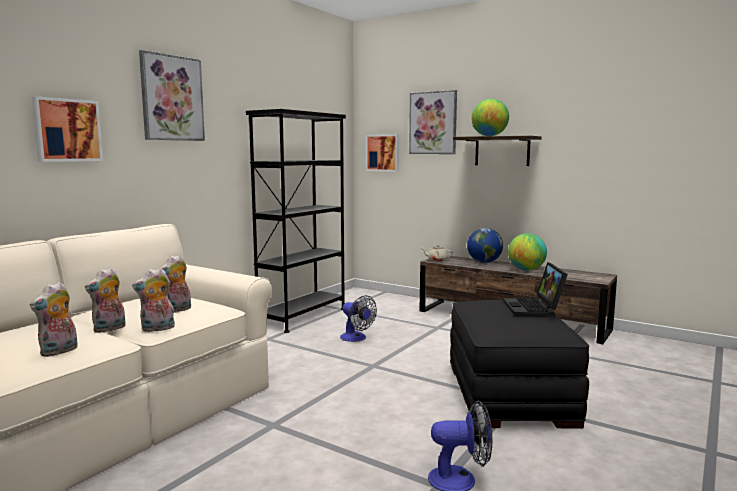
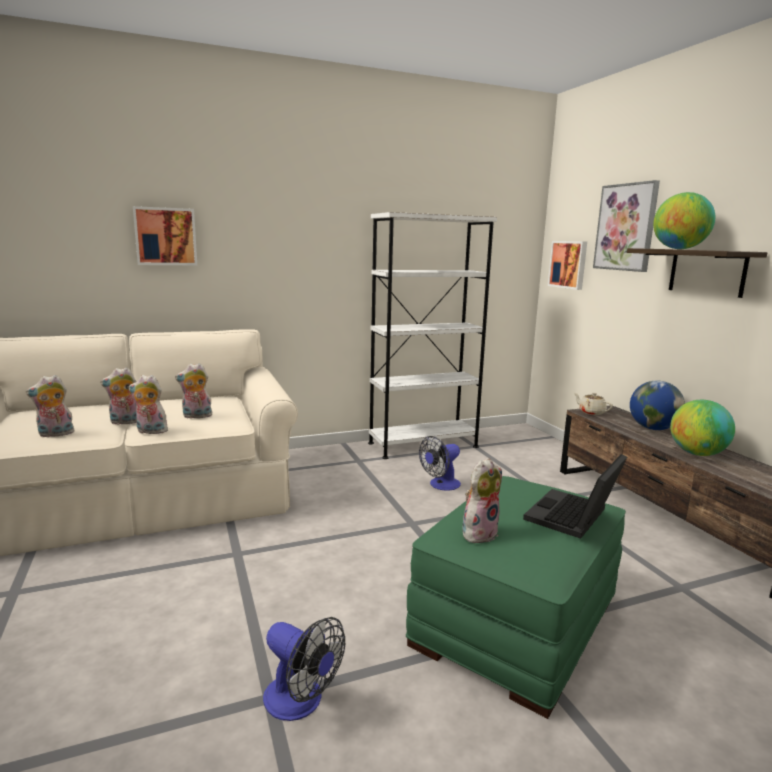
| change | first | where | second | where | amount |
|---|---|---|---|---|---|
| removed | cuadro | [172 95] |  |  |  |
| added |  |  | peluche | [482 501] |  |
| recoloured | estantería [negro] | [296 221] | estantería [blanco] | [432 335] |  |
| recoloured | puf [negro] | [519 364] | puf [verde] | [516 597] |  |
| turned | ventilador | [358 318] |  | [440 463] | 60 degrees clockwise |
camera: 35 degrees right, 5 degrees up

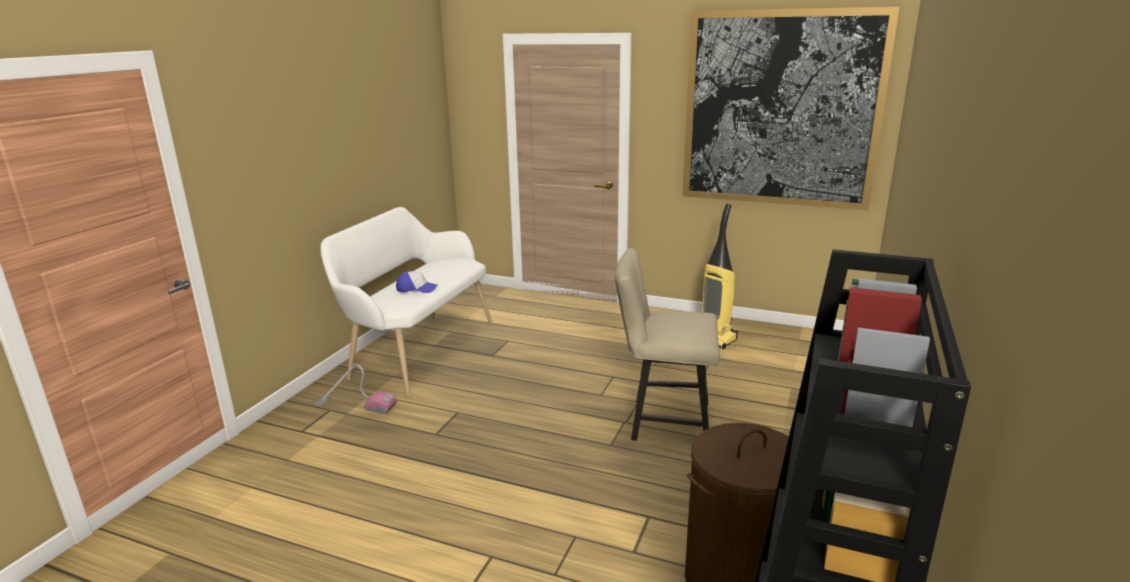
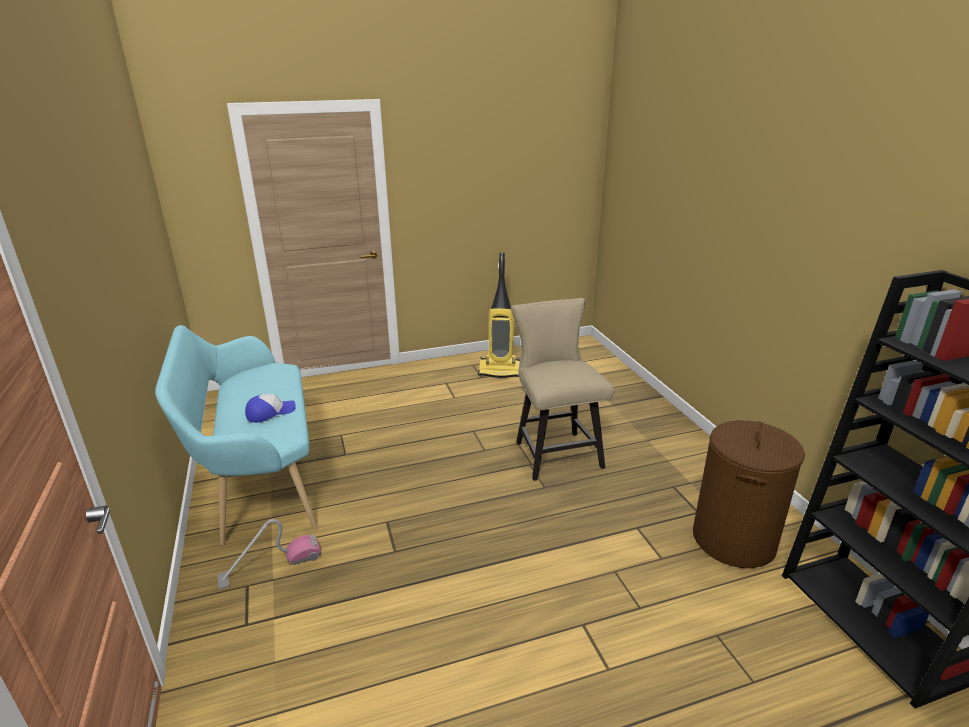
| change | first | where | second | where | amount |
|---|---|---|---|---|---|
| removed | cuadro | [790 108] |  |  |  |
| recoloured | banco [blanco] | [406 301] | banco [turquesa] | [236 435] |  |
| turned | silla [beis] | [667 344] |  | [562 389] | 105 degrees clockwise |
camera: 40 degrees left, 5 degrees up

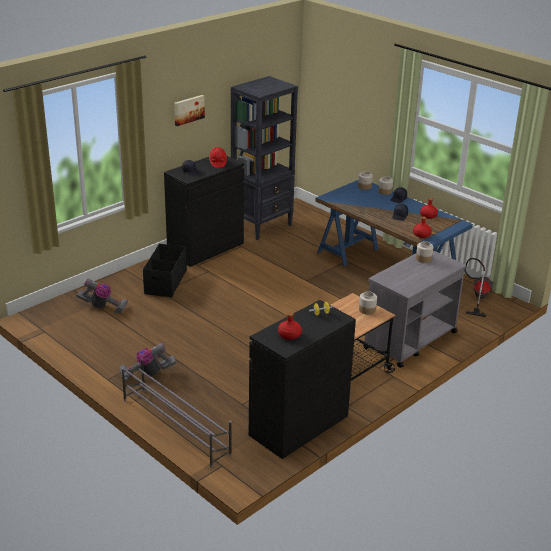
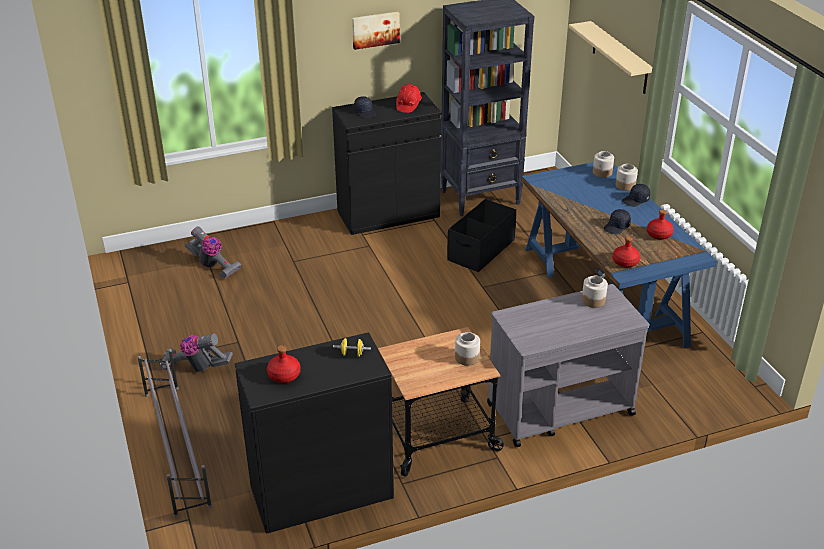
| change | first | where | second | where | amount |
|---|---|---|---|---|---|
| removed | aspiradora | [479 287] |  |  |  |
| added |  |  | estante [beis] | [610 57] |  |
| moved | caja de almacenaje [negro] | [165 270] |  | [481 235] |  |
camera: 25 degrees right, 5 degrees up

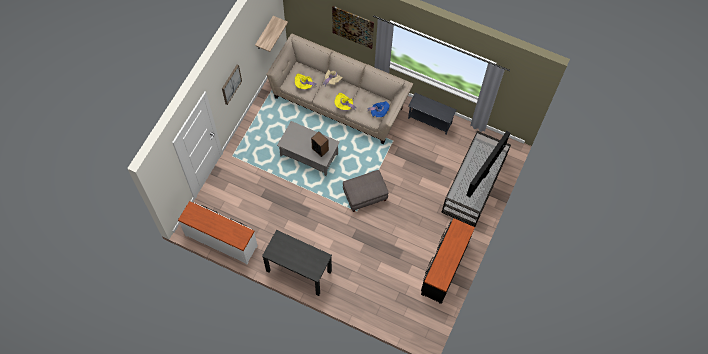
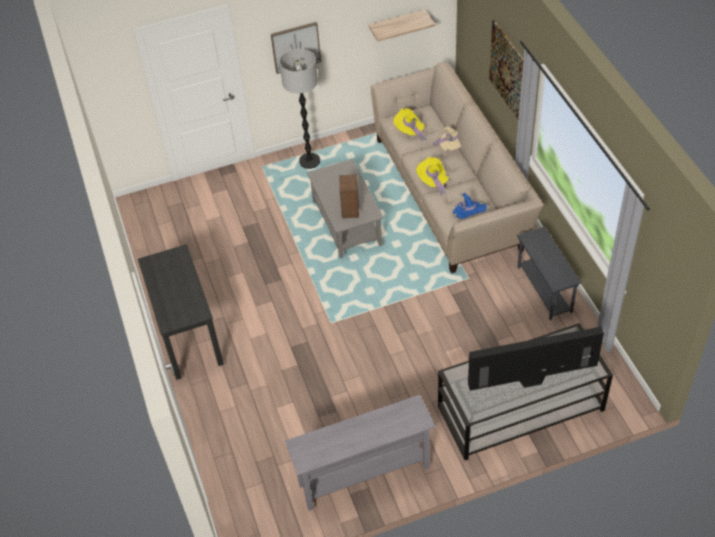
| change | first | where | second | where | amount |
|---|---|---|---|---|---|
| removed | cómoda [blanco] | [218 232] |  |  |  |
| removed | puf [gris] | [366 191] |  |  |  |
| added |  |  | lámpara de pie | [299 109] |  |
| replaced | cómoda [negro] | [448 261] | mesa consola [gris] | [360 453] |  |
camera: 50 degrees right, 15 degrees down

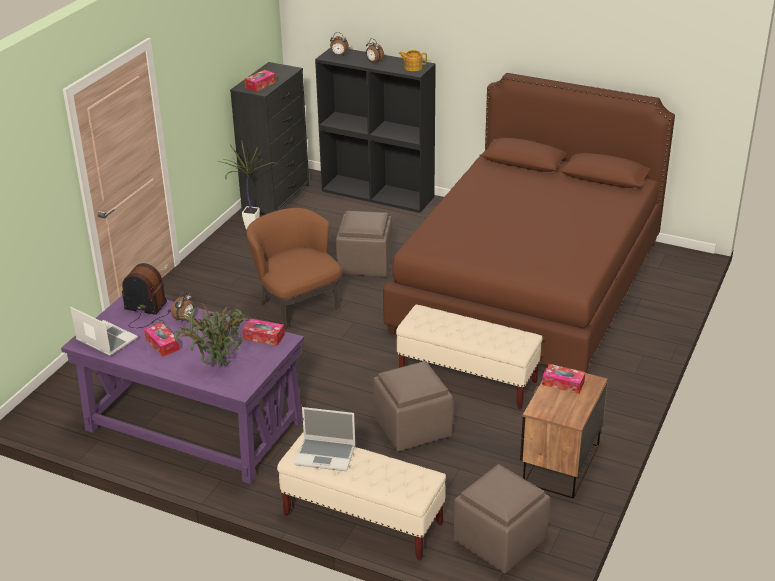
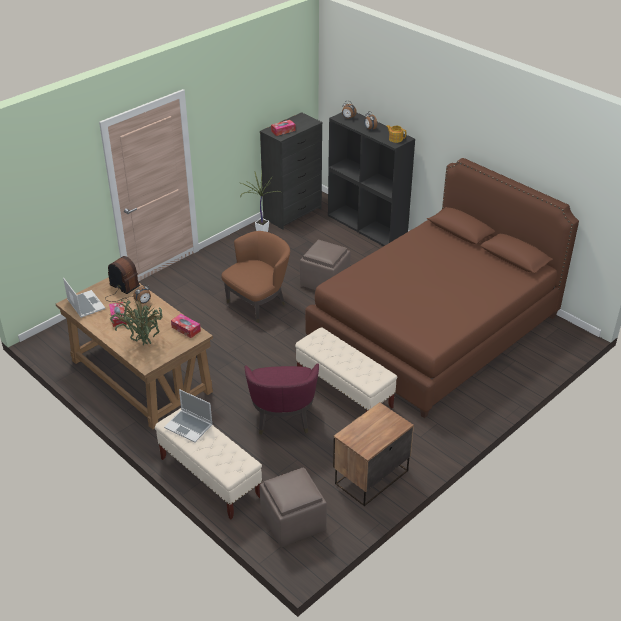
| change | first | where | second | where | amount |
|---|---|---|---|---|---|
| removed | caja de pañuelos | [563 379] |  |  |  |
| replaced | puf [marrón] | [413 406] | sillón [morado] | [282 399] |  |
| recoloured | escritorio [morado] | [182 389] | escritorio [marrón] | [134 353] |  |
| turned | sillón [marrón] | [294 269] |  | [255 277] | 60 degrees clockwise |
camera: 20 degrees right, 5 degrees up

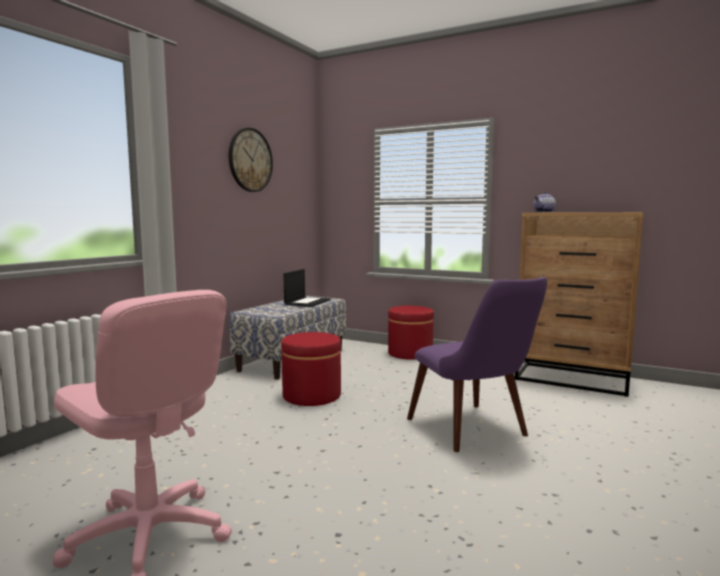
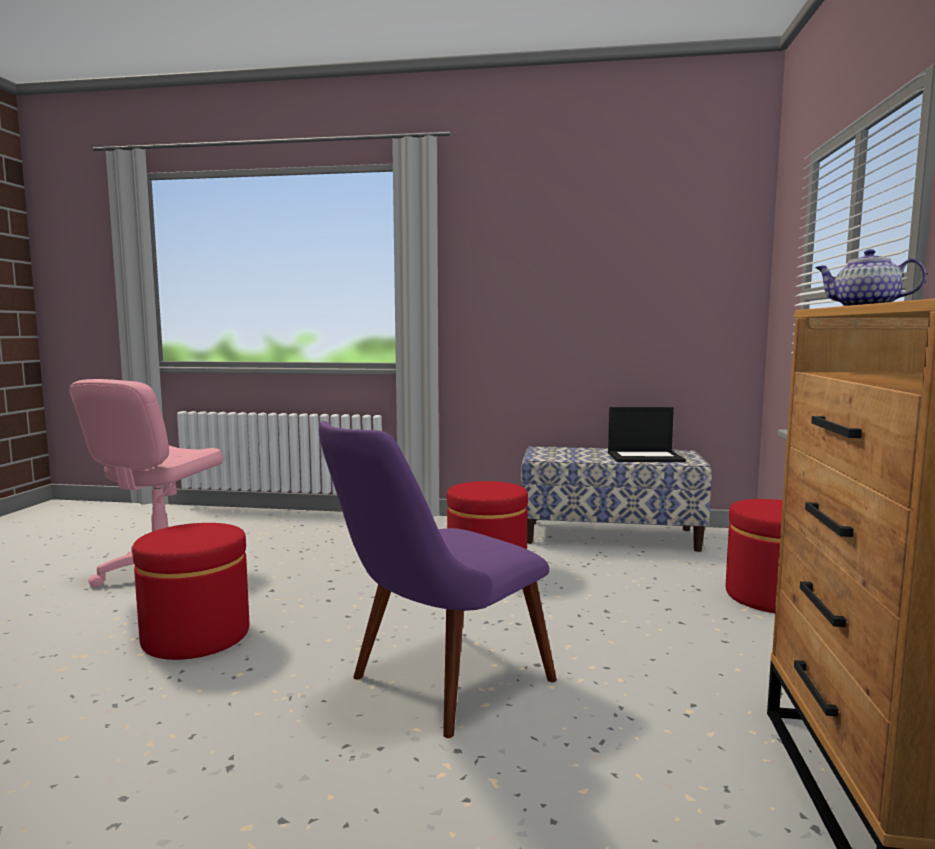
| change | first | where | second | where | amount |
|---|---|---|---|---|---|
| removed | reloj de pared | [251 160] |  |  |  |
| added |  |  | puf [rojo] | [190 591] |  |
camera: 70 degrees right, 0 degrees up

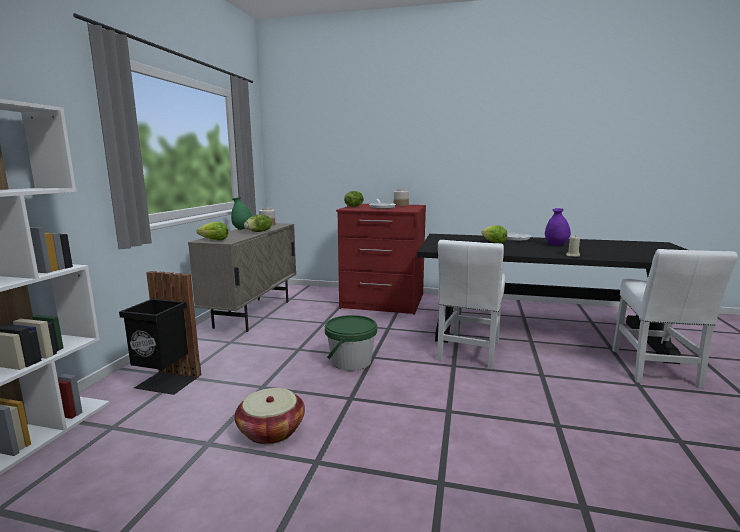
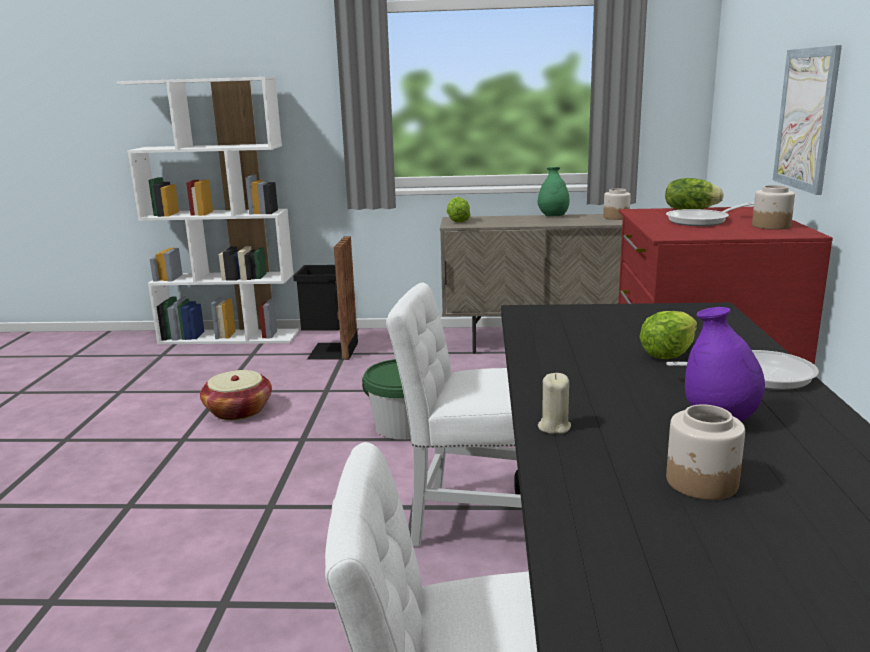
| change | first | where | second | where | amount |
|---|---|---|---|---|---|
| removed | lechuga | [258 223] |  |  |  |
| added |  |  | tarro | [705 452] |  |
| added |  |  | cuadro | [807 120] |  |
camera: 80 degrees right, 5 degrees up

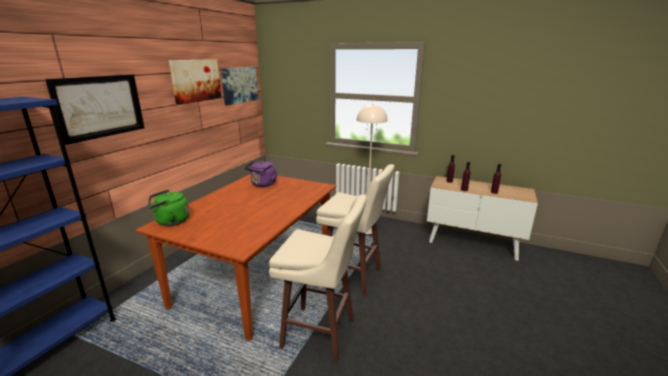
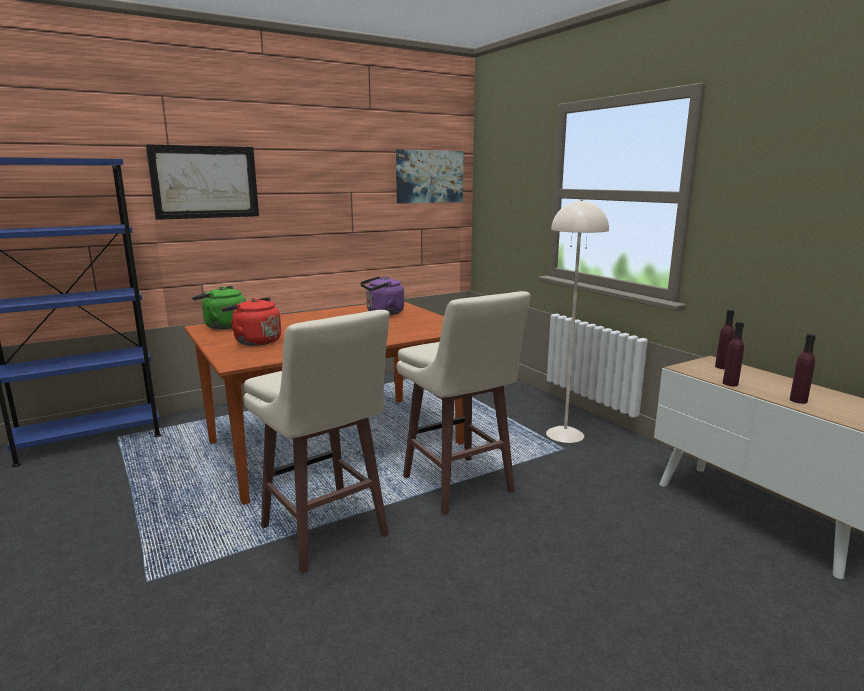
| change | first | where | second | where | amount |
|---|---|---|---|---|---|
| removed | cuadro | [195 81] |  |  |  |
| added |  |  | hervidor [rojo] | [251 321] |  |
camera: 35 degrees right, 5 degrees down

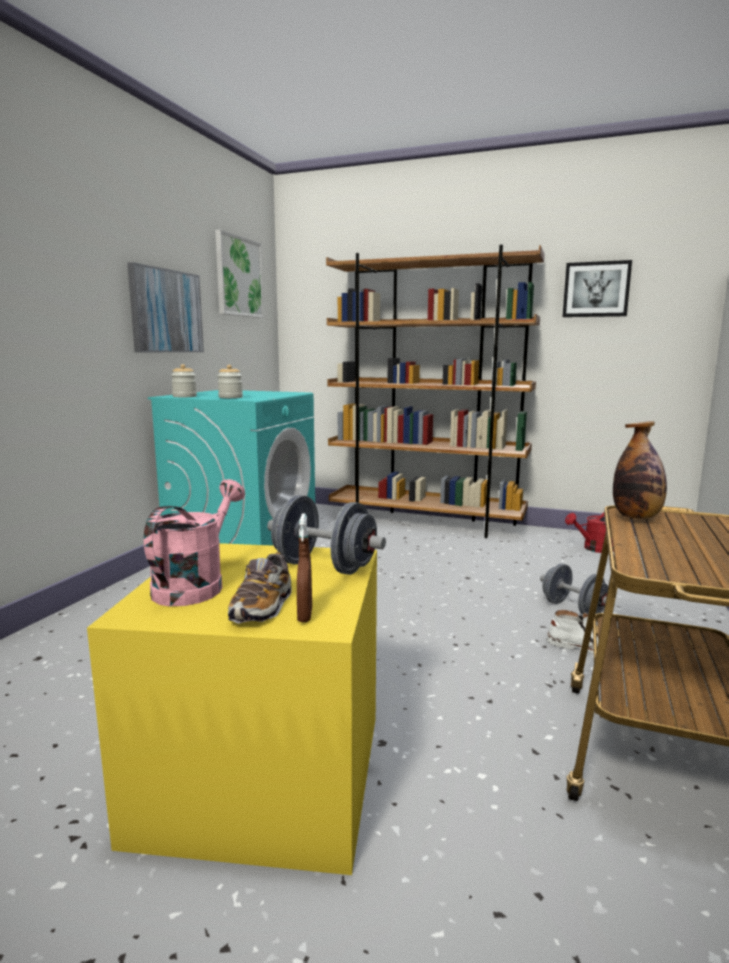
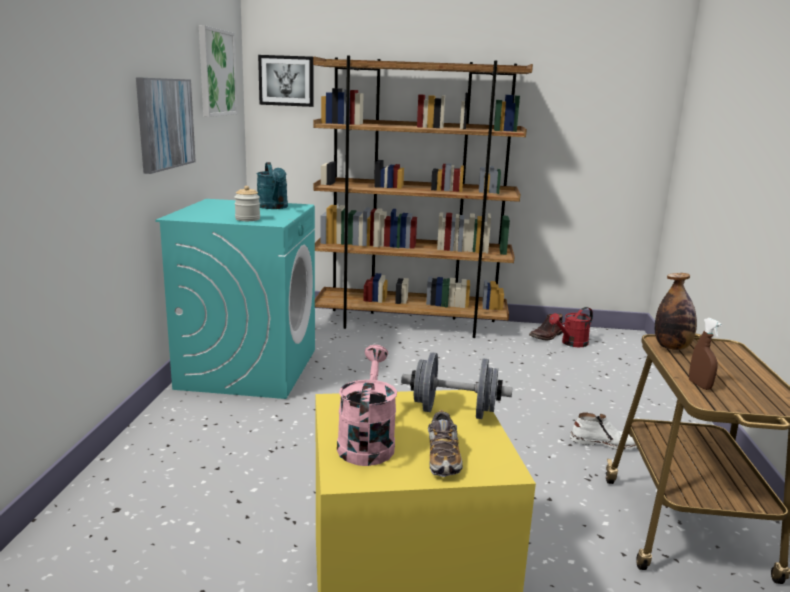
| change | first | where | second | where | amount |
|---|---|---|---|---|---|
| removed | tarro | [184 380] |  |  |  |
| removed | mancuerna [gris] | [574 589] |  |  |  |
| added |  |  | regadera [turquesa] | [272 185] |  |
| added |  |  | bota [marrón] | [546 326] |  |
| moved | pulverizador [marrón] | [304 568] |  | [706 354] |  |
| moved | cuadro | [597 288] |  | [285 81] |  |
camera: 15 degrees left, 5 degrees up

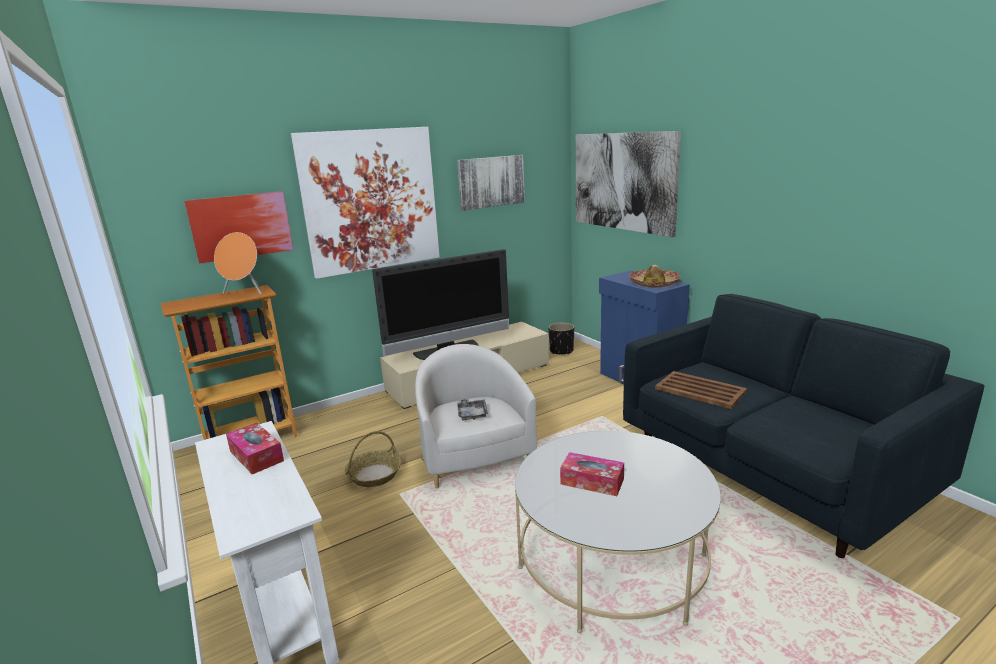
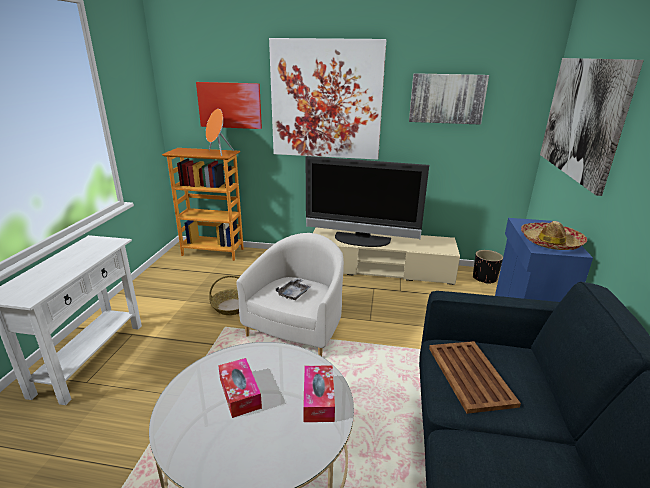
| change | first | where | second | where | amount |
|---|---|---|---|---|---|
| moved | caja de pañuelos | [255 448] |  | [319 394] |  |
camera: 40 degrees right, 5 degrees up

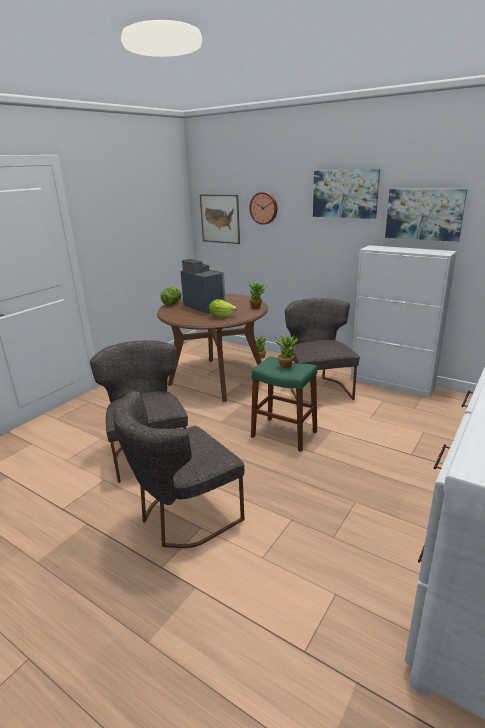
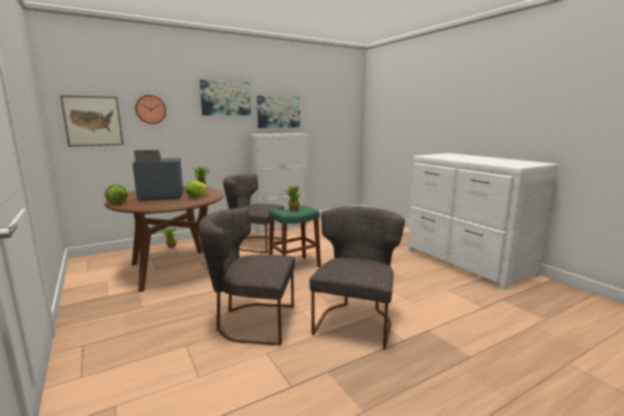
| change | first | where | second | where | amount |
|---|---|---|---|---|---|
| turned | silla [gris] | [178 469] |  | [357 277] | 150 degrees counterclockwise |
camera: 65 degrees left, 10 degrees down

